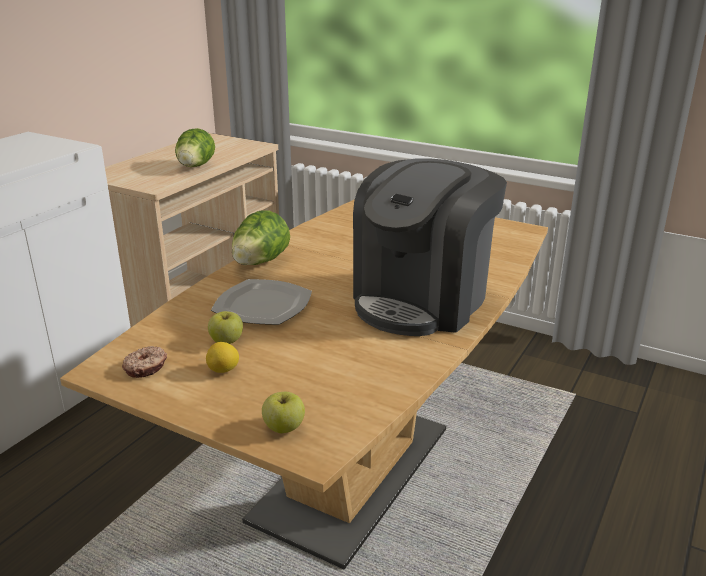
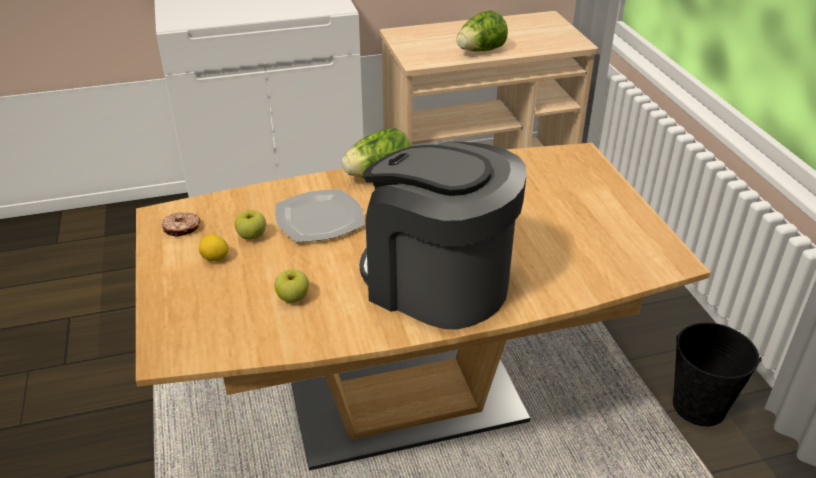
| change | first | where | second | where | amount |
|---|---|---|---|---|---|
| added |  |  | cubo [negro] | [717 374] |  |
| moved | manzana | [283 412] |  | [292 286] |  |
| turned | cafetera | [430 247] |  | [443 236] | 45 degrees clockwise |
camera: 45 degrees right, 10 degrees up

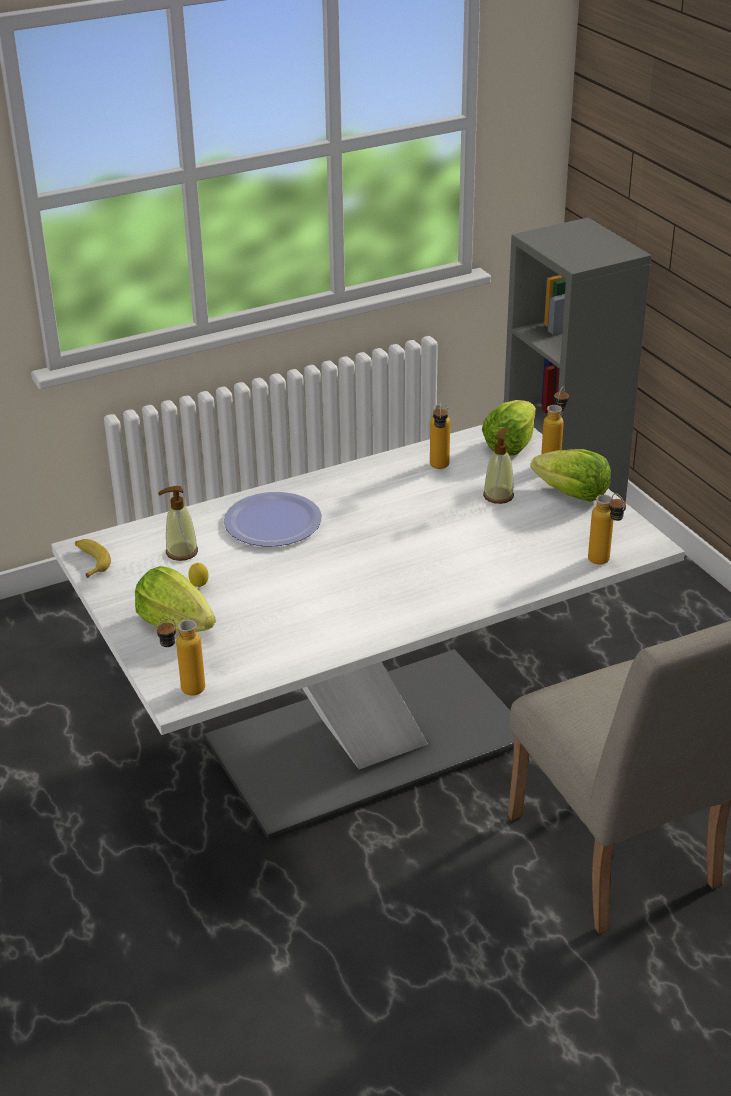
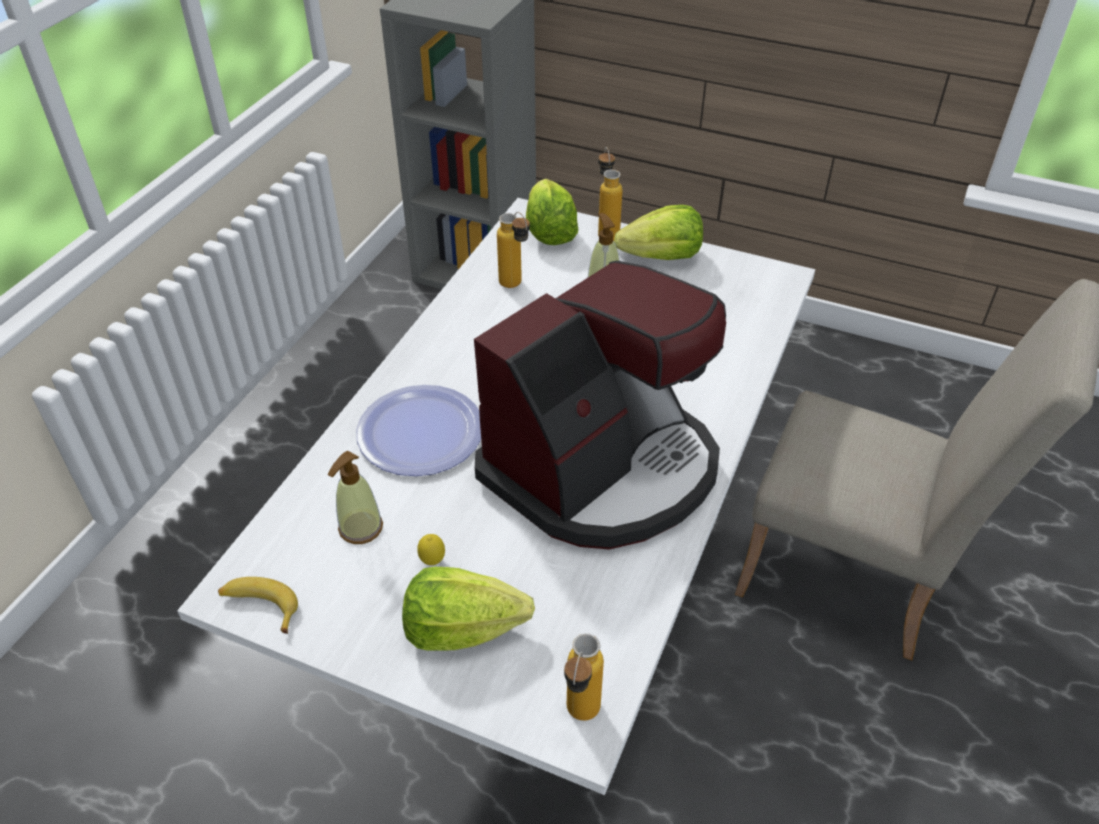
| change | first | where | second | where | amount |
|---|---|---|---|---|---|
| removed | botella | [607 528] |  |  |  |
| added |  |  | cafetera | [600 404] |  |
camera: 40 degrees left, 10 degrees up

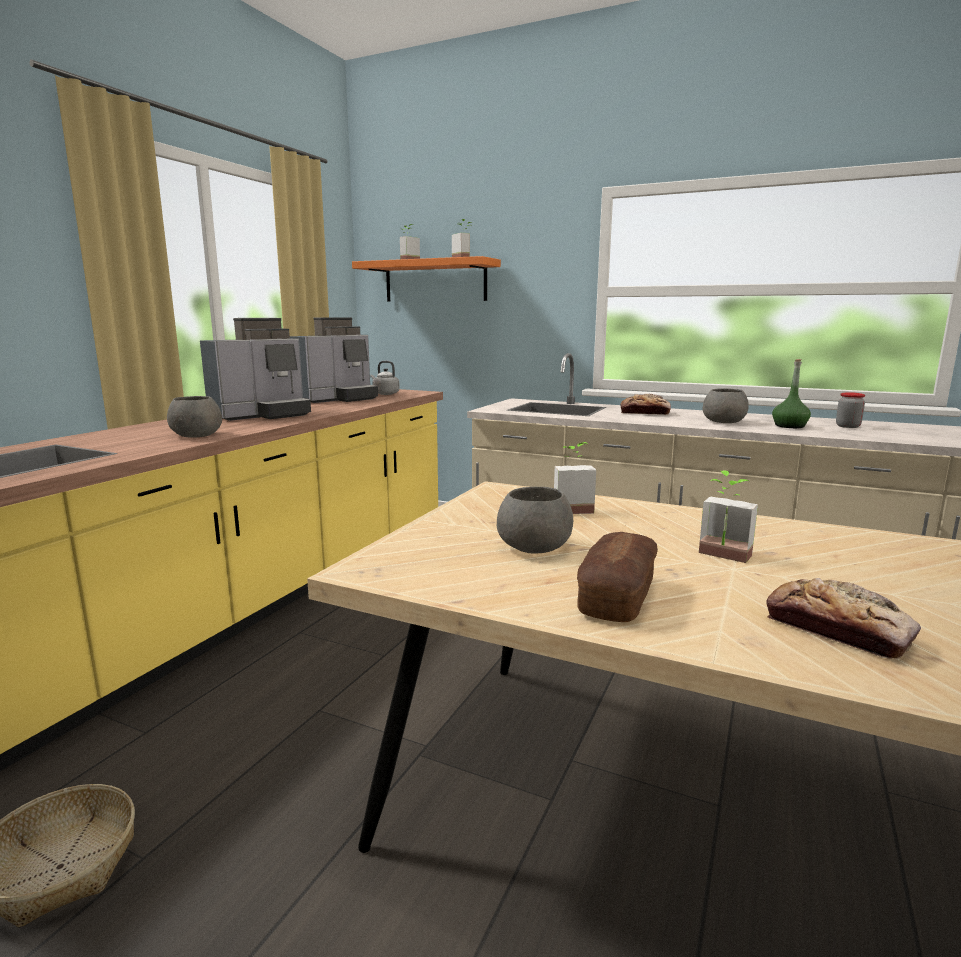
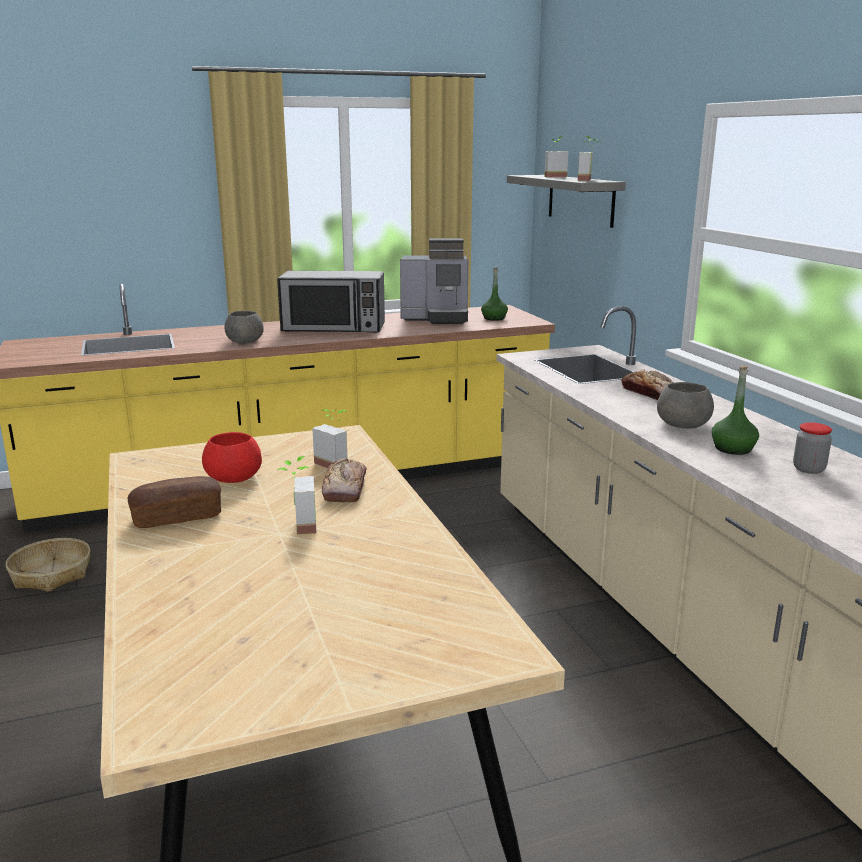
| change | first | where | second | where | amount |
|---|---|---|---|---|---|
| moved | pan | [843 618] |  | [344 480] |  |
| replaced | cafetera | [255 369] | microondas | [331 302] |  |
| replaced | hervidor [gris] | [385 378] | botella [verde] | [494 294] |  |
| recoloured | estante [naranja] | [426 279] | estante [gris] | [566 201] |  |
| recoloured | cuenco [gris] | [535 520] | cuenco [rojo] | [232 457] |  |
camera: 45 degrees right, 5 degrees up

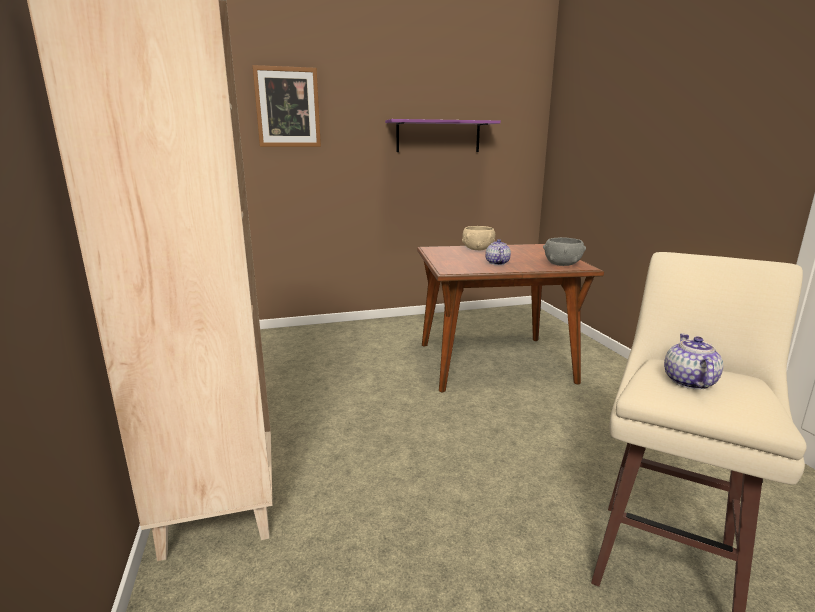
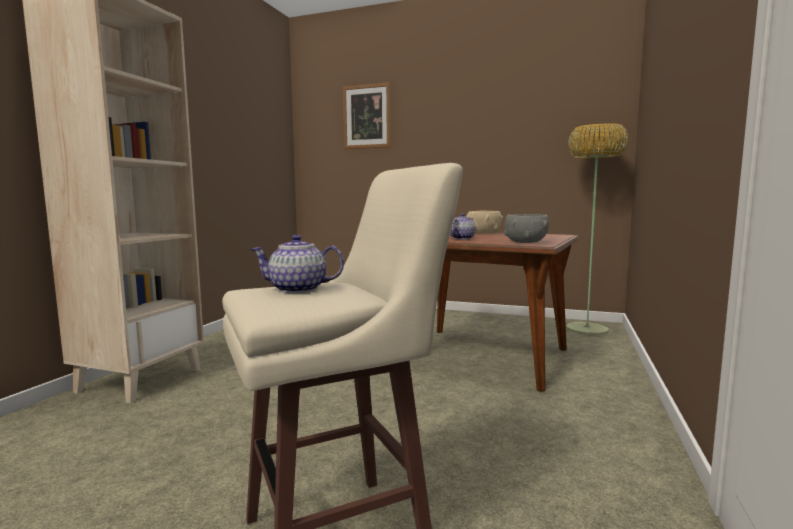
| change | first | where | second | where | amount |
|---|---|---|---|---|---|
| removed | estante [morado] | [443 135] |  |  |  |
| added |  |  | lámpara de pie | [597 229] |  |
| turned | tetera | [693 361] |  | [297 264] | 135 degrees counterclockwise |
camera: 35 degrees right, 10 degrees down

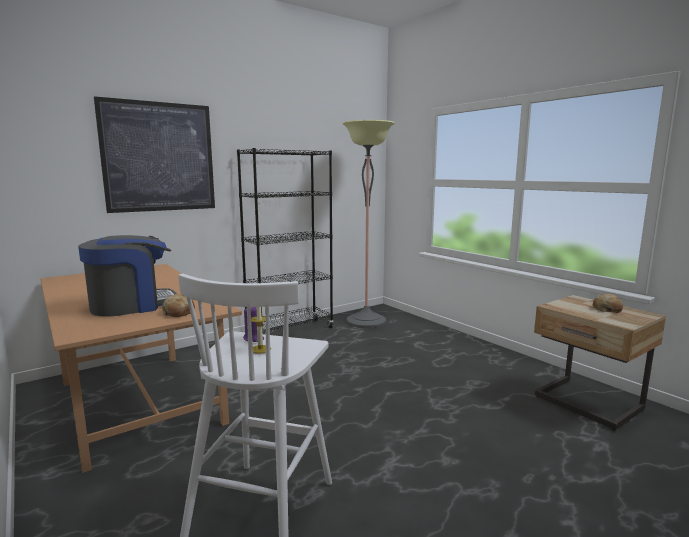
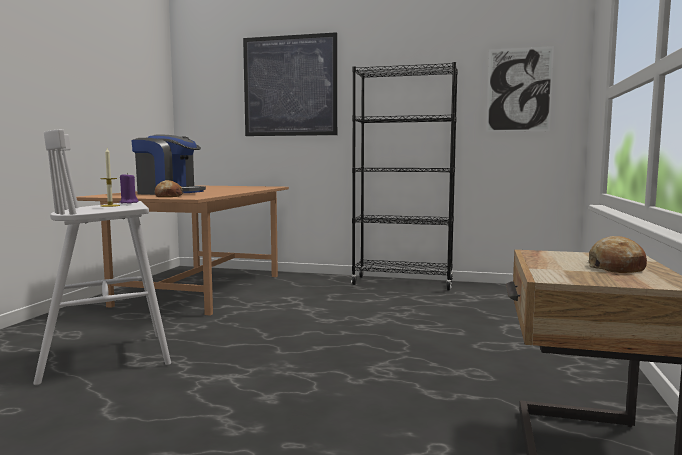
| change | first | where | second | where | amount |
|---|---|---|---|---|---|
| removed | lámpara de pie | [368 224] |  |  |  |
| added |  |  | cuadro | [520 89] |  |
camera: 50 degrees right, 5 degrees down

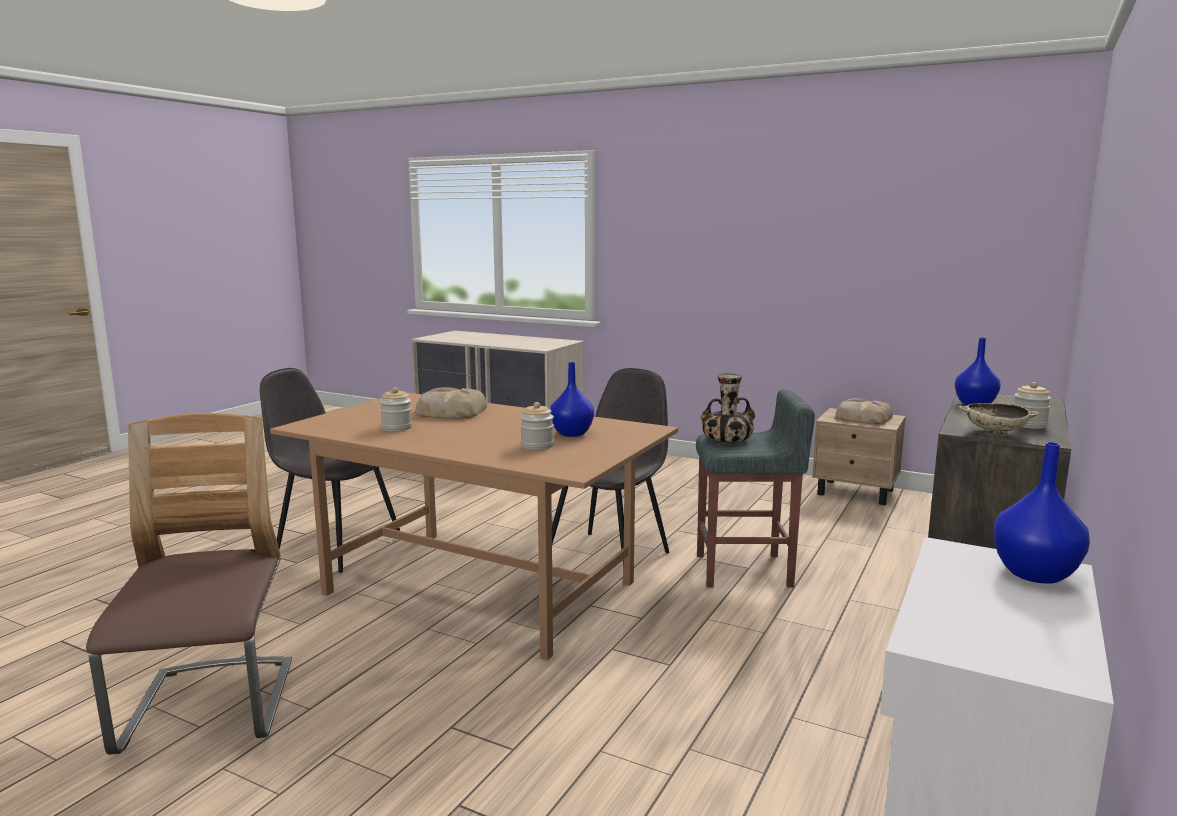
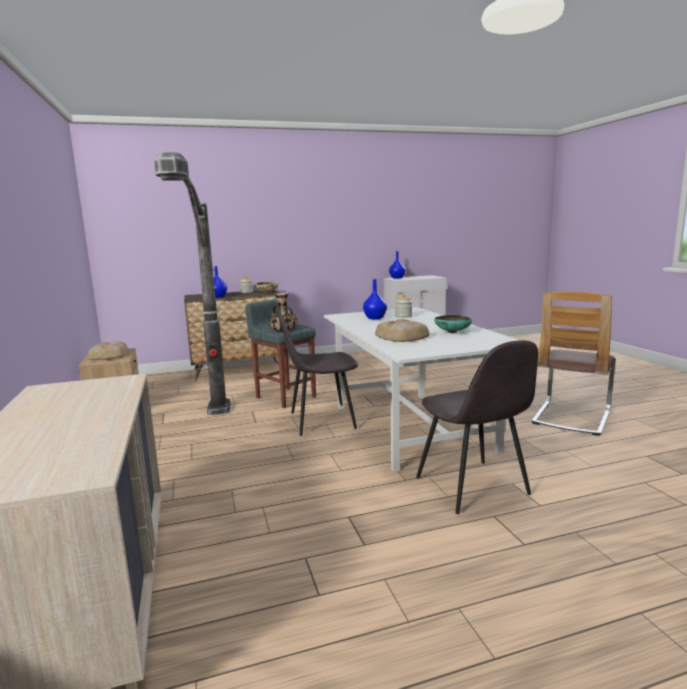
| change | first | where | second | where | amount |
|---|---|---|---|---|---|
| added |  |  | lámpara de pie | [192 283] |  |
| replaced | tarro | [396 409] | cuenco [turquesa] | [453 324] |  |
| recoloured | mesa de comedor [marrón] | [474 526] | mesa de comedor [blanco] | [421 389] |  |
camera: 135 degrees left, 0 degrees up

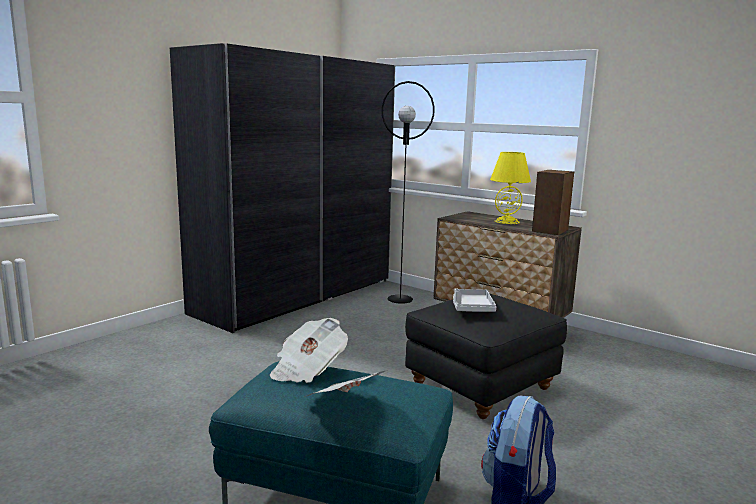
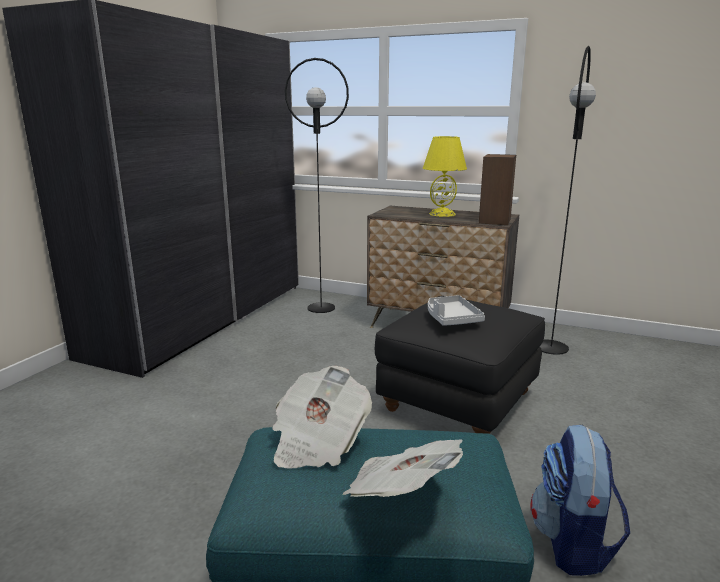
| change | first | where | second | where | amount |
|---|---|---|---|---|---|
| added |  |  | lámpara de pie [negro] | [568 200] |  |
camera: 15 degrees left, 5 degrees up

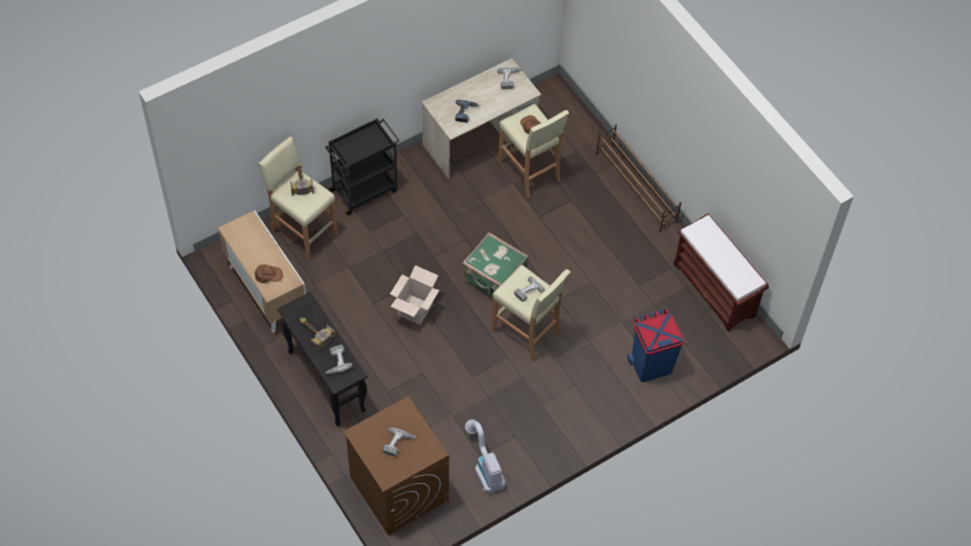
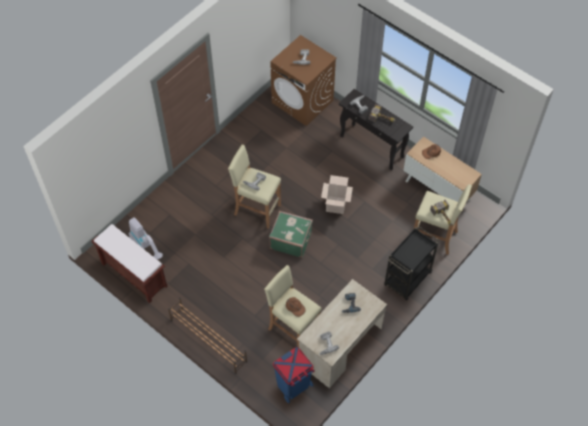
| change | first | where | second | where | amount |
|---|---|---|---|---|---|
| moved | aspiradora | [485 457] |  | [146 238] |  |
| moved | papelera [azul] | [655 345] |  | [294 375] |  |
camera: 165 degrees right, 0 degrees up

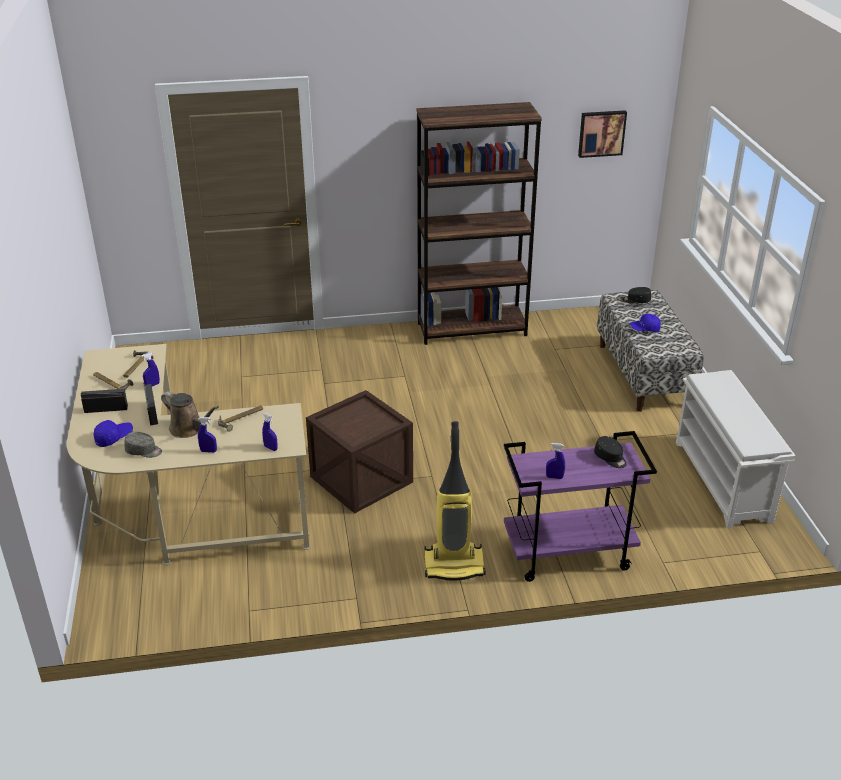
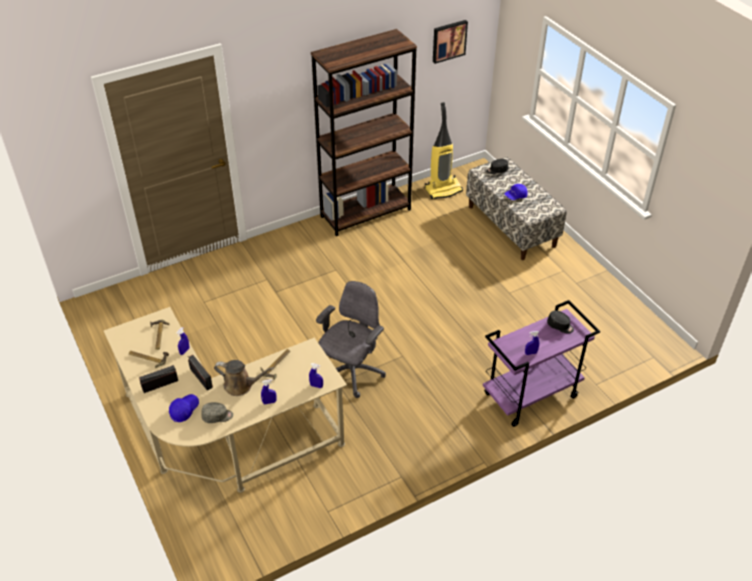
| change | first | where | second | where | amount |
|---|---|---|---|---|---|
| removed | zapatero [blanco] | [736 449] |  |  |  |
| moved | aspiradora | [455 501] |  | [444 150] |  |
| replaced | caja de embalaje | [359 452] | silla de oficina [gris] | [351 339] |  |
camera: 20 degrees left, 10 degrees up

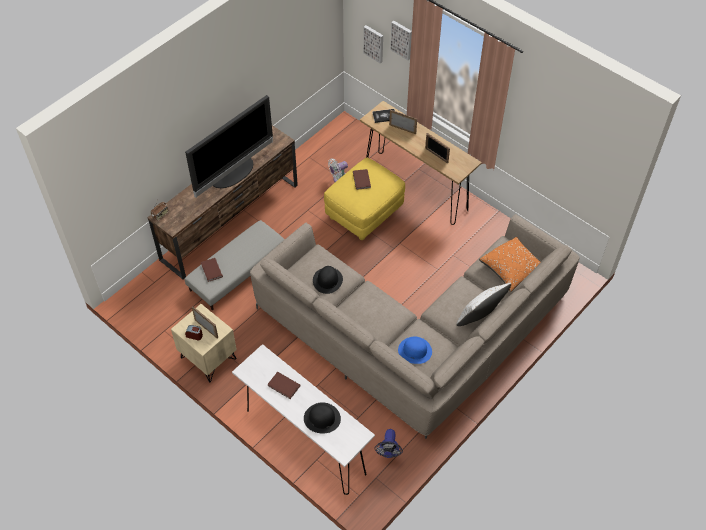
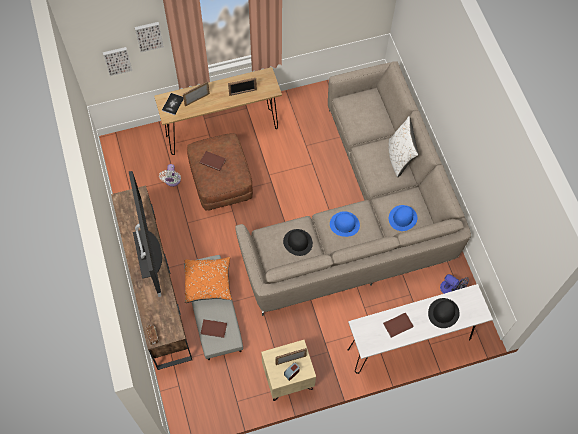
| change | first | where | second | where | amount |
|---|---|---|---|---|---|
| added |  |  | sombrero [azul] | [345 224] |  |
| moved | cojín [naranja] | [509 264] |  | [208 280] |  |
| recoloured | puf [amarillo] | [364 199] | puf [marrón] | [220 172] |  |
camera: 60 degrees left, 10 degrees up

